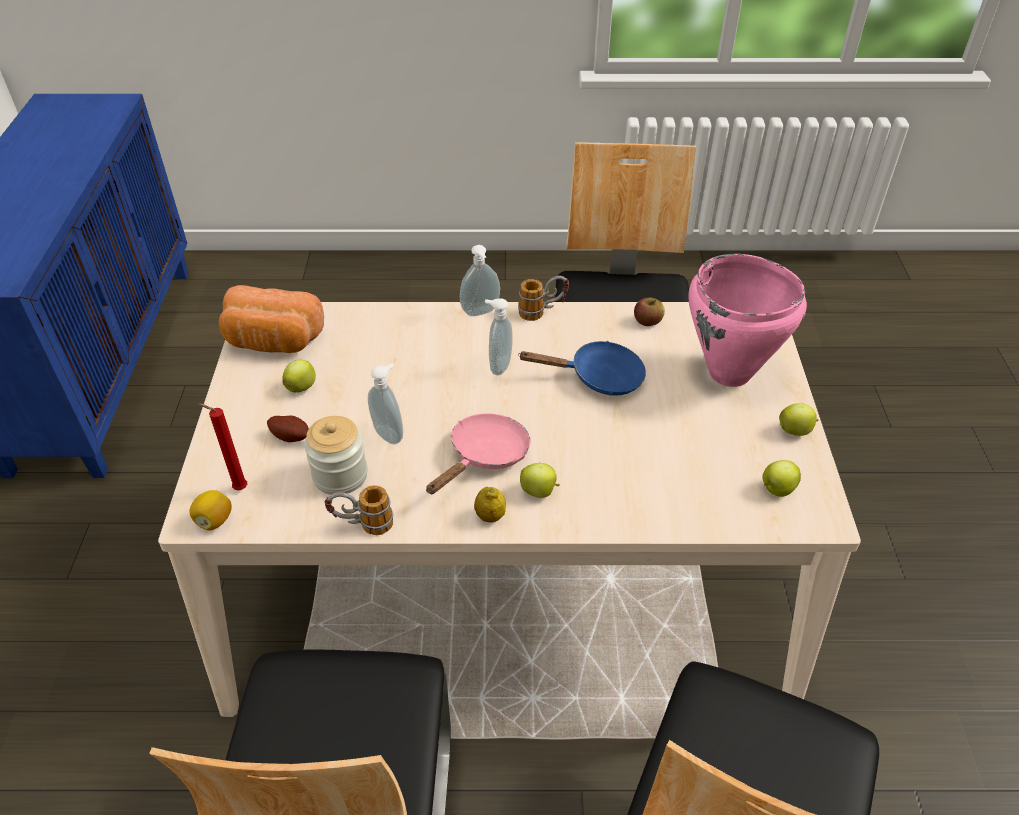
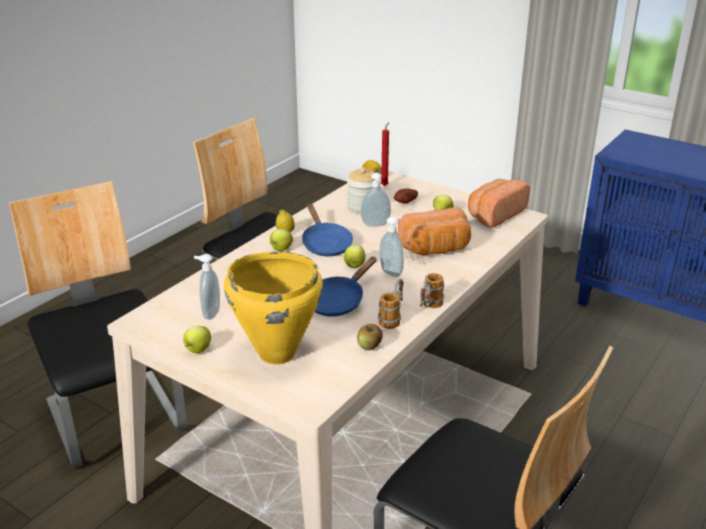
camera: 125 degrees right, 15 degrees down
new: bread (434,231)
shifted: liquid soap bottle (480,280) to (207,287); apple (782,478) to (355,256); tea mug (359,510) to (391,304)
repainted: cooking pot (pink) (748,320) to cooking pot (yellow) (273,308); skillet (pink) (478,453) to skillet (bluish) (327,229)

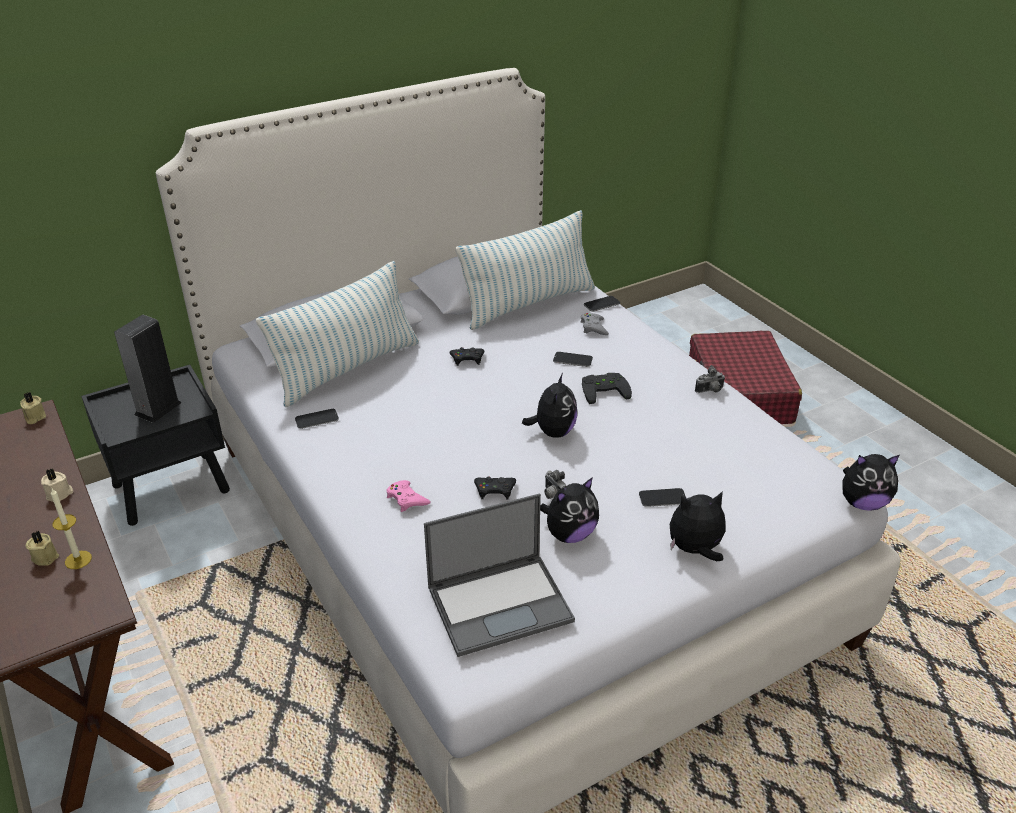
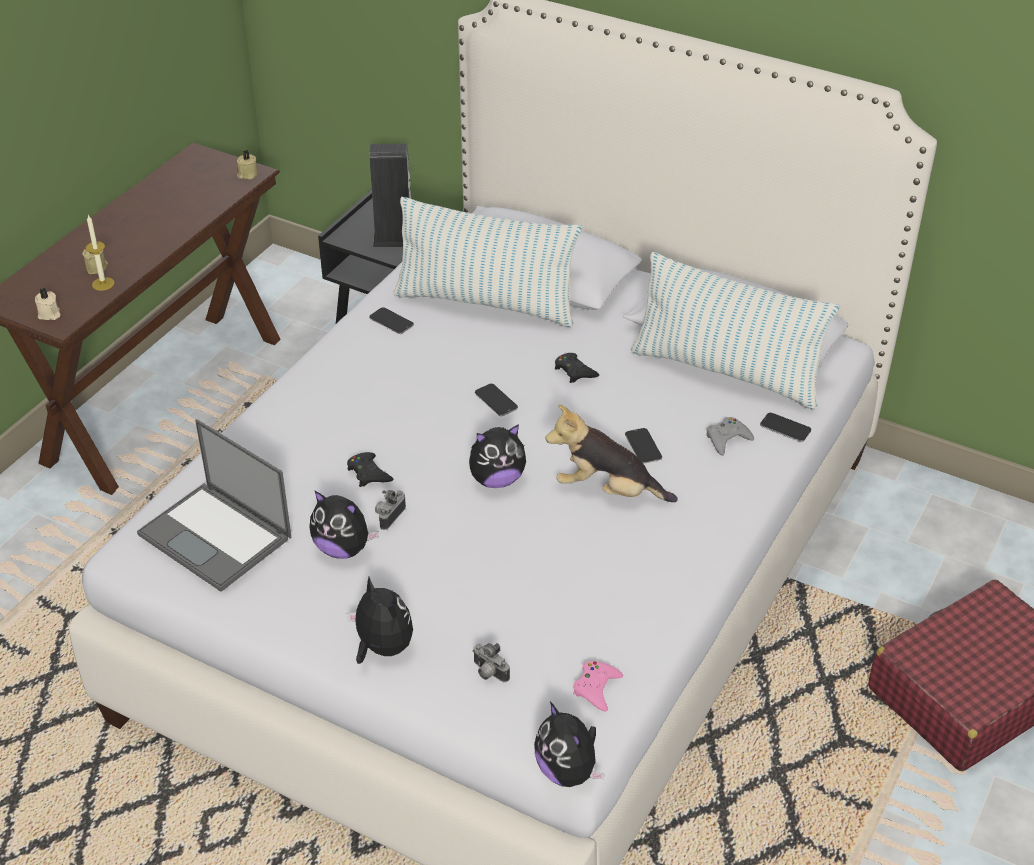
camera: 60 degrees right, 5 degrees up
shifted: wax light (beige-coloured) (57,485) to (47,304); still camera (710,379) to (491,662); phone (663,497) to (496,400); joypad (pink) (409,496) to (598,686)
swapped: joypad (black-coloured) (607,388) to soft toy (611,453)

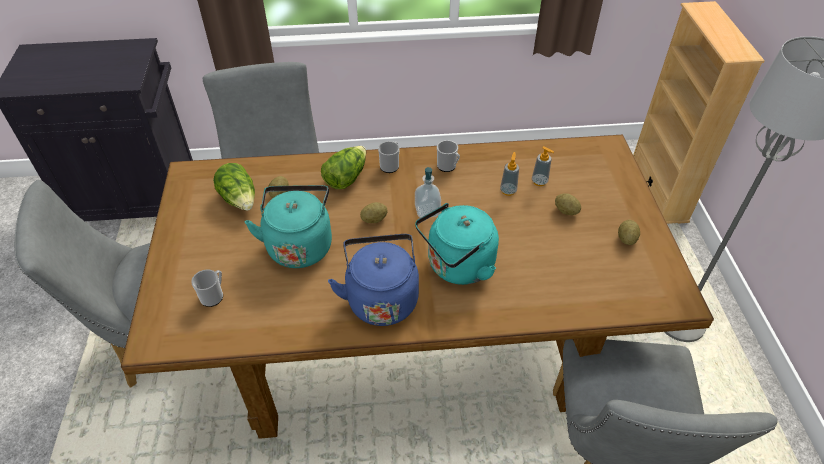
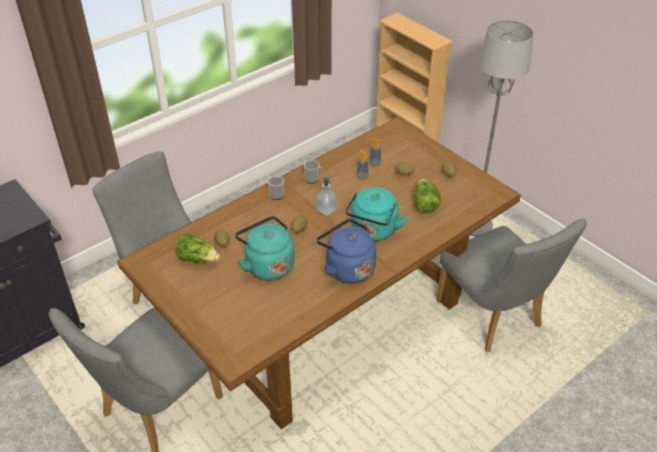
camera: 35 degrees left, 5 degrees down
gone: tea mug (207,288)
shifted: lettuce head (343,167) to (427,196)

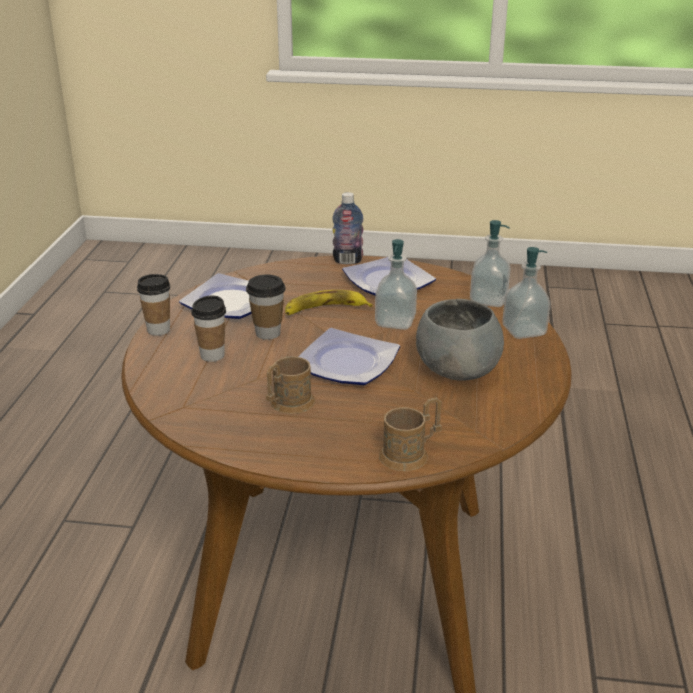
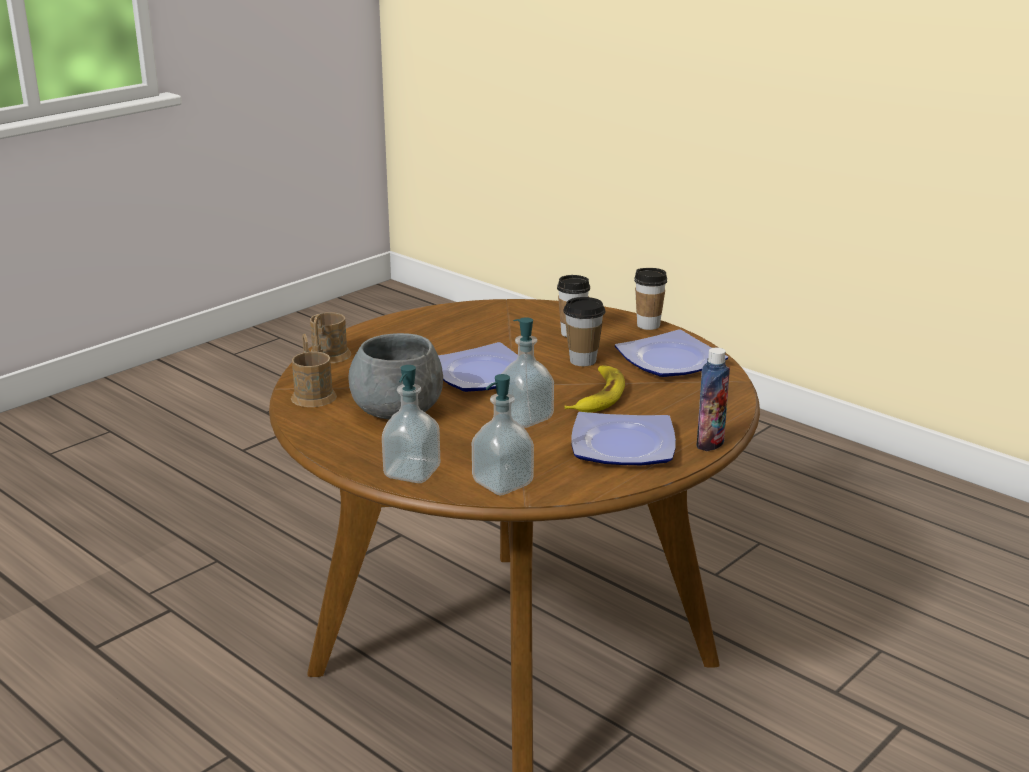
camera: 125 degrees right, 5 degrees down
shifted: tea mug (brown) (290,385) to (314,370)

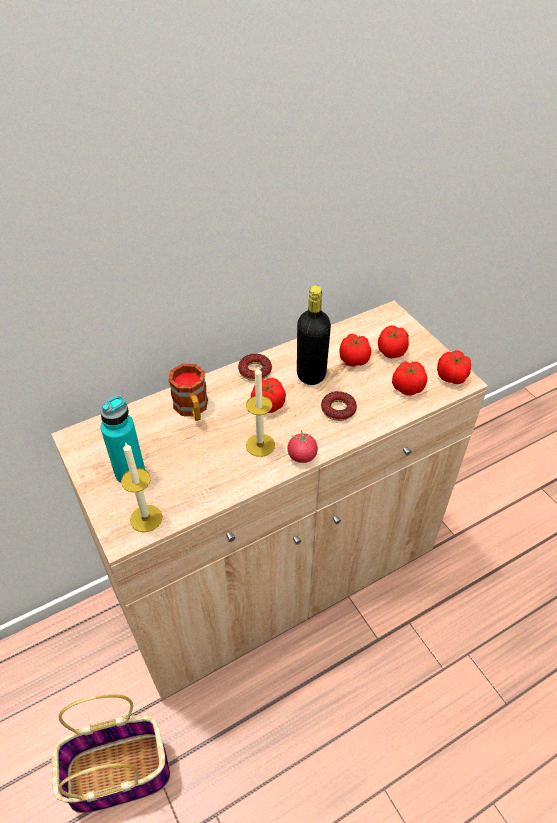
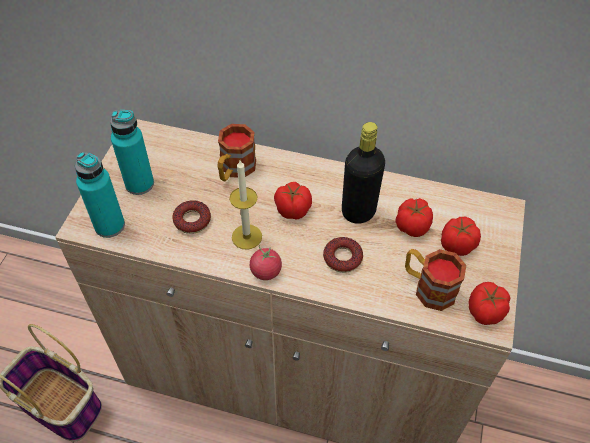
camera: 45 degrees right, 5 degrees up
shifted: donut (255,367) to (191,217)
swapped: wax light (142,487) to bottle (blue-green) (100,195); whole tomato (409,378) to tea mug (435,280)

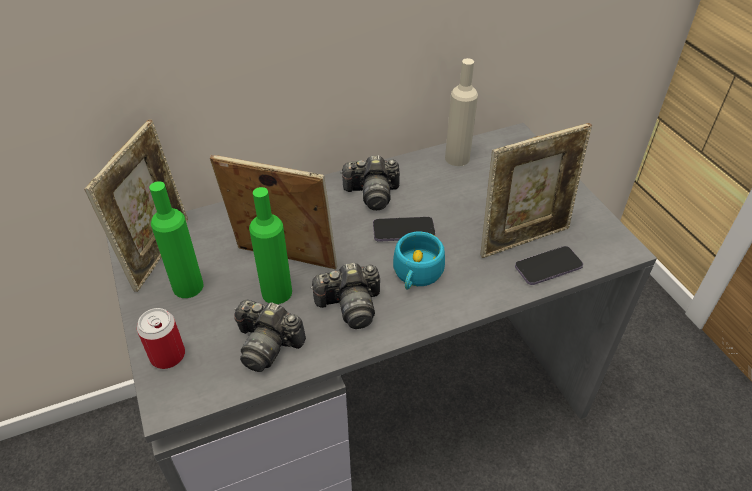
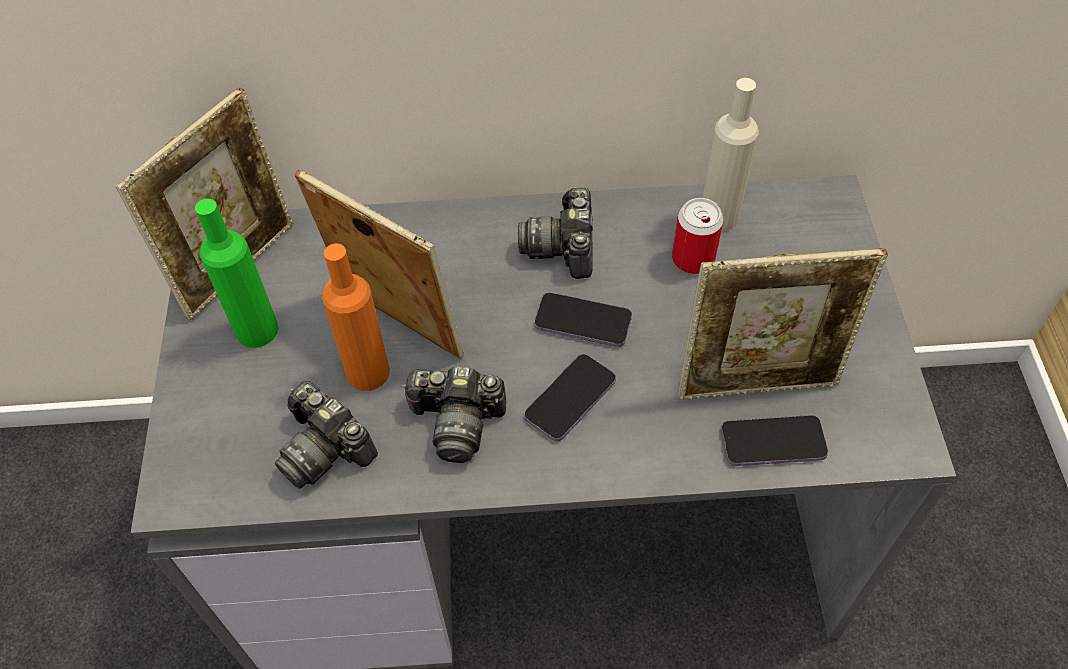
camera: 20 degrees right, 10 degrees up
shifted: metal can (161,338) to (698,236)
swapped: cup (blue-green) (419,261) to phone (570,397)
repainted: bottle (green) (270,245) to bottle (orangey) (356,317)
rotated: still camera (370,182) = (555,233) 75 degrees clockwise

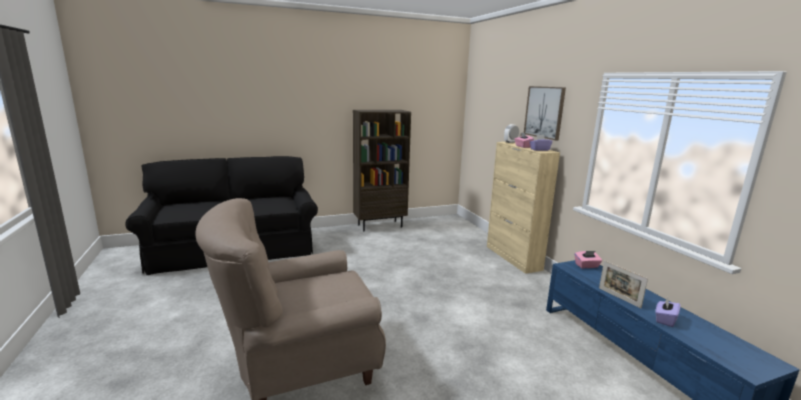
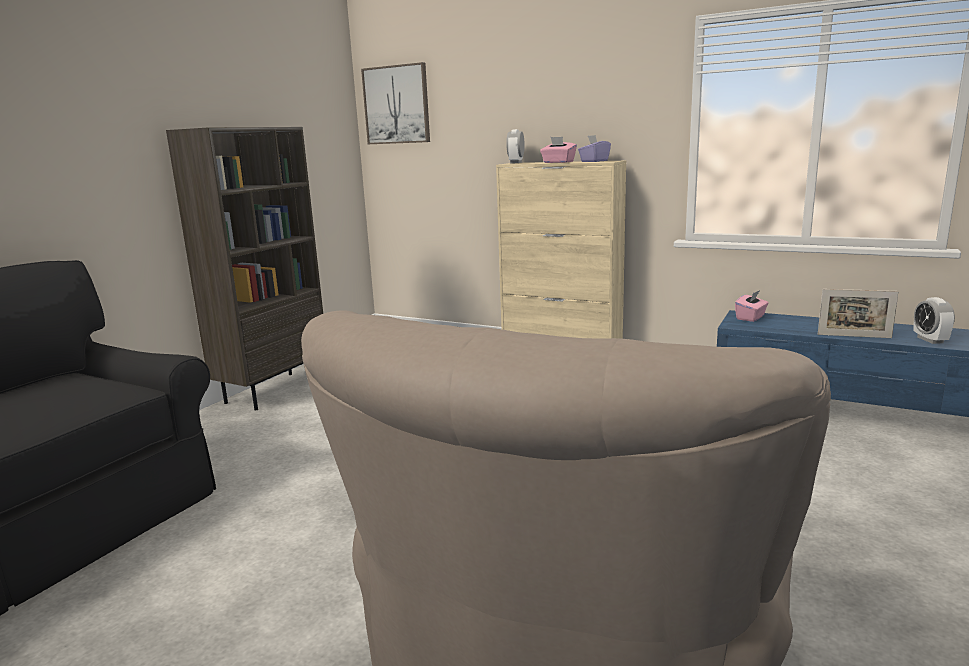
camera: 40 degrees left, 0 degrees up
shifted: wall picture (545,113) to (395,103)
swapped: tissue holder (purple) (668,312) to bedside clock (934,320)

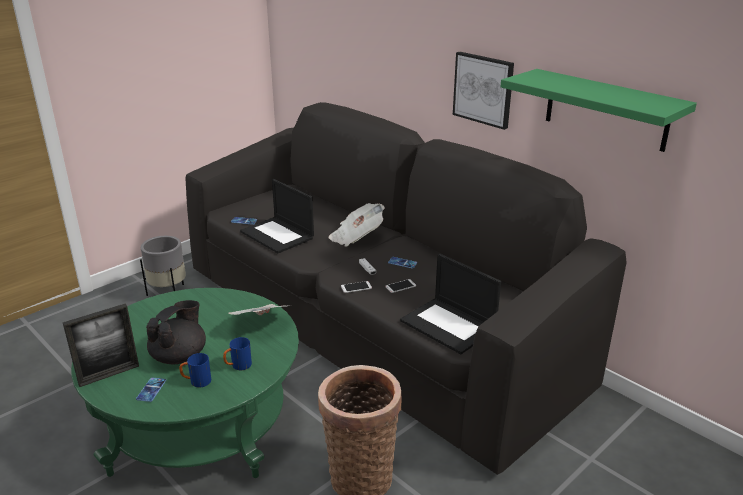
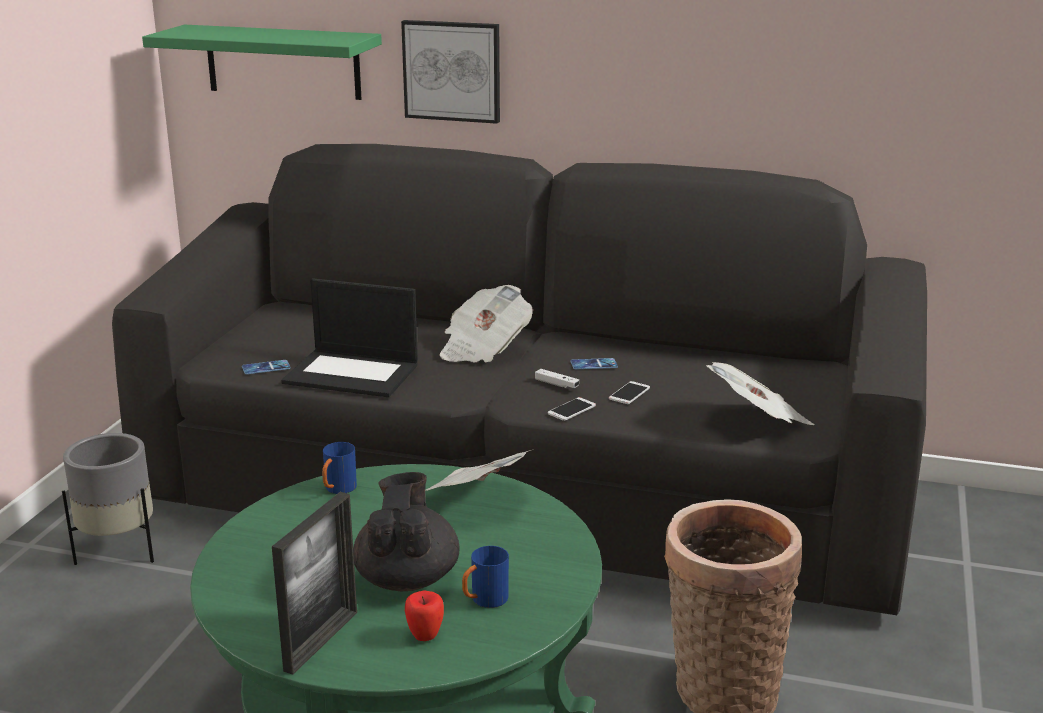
camera: 30 degrees left, 5 degrees down
shifted: wall shelf (green) (598,110) to (262,62); tea mug (bluish) (237,353) to (339,468); wall picture (483,91) to (450,72)
swapped: phone (151,389) to apple (424,615); laptop (450,304) to daily paper (760,393)

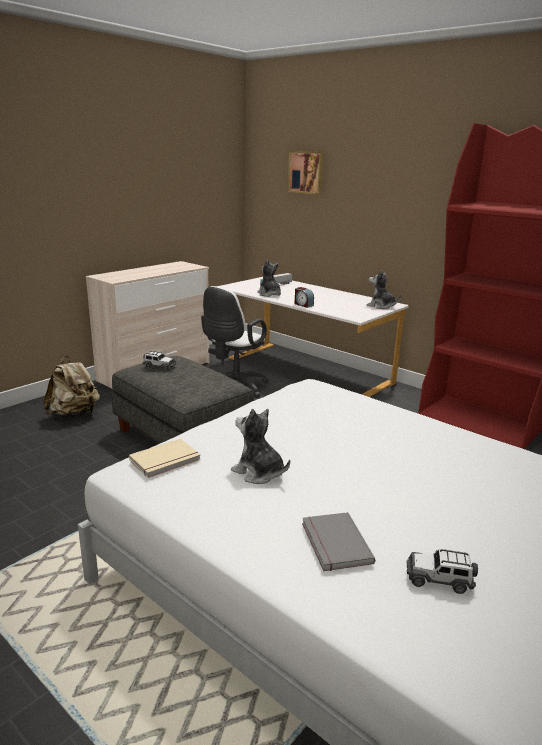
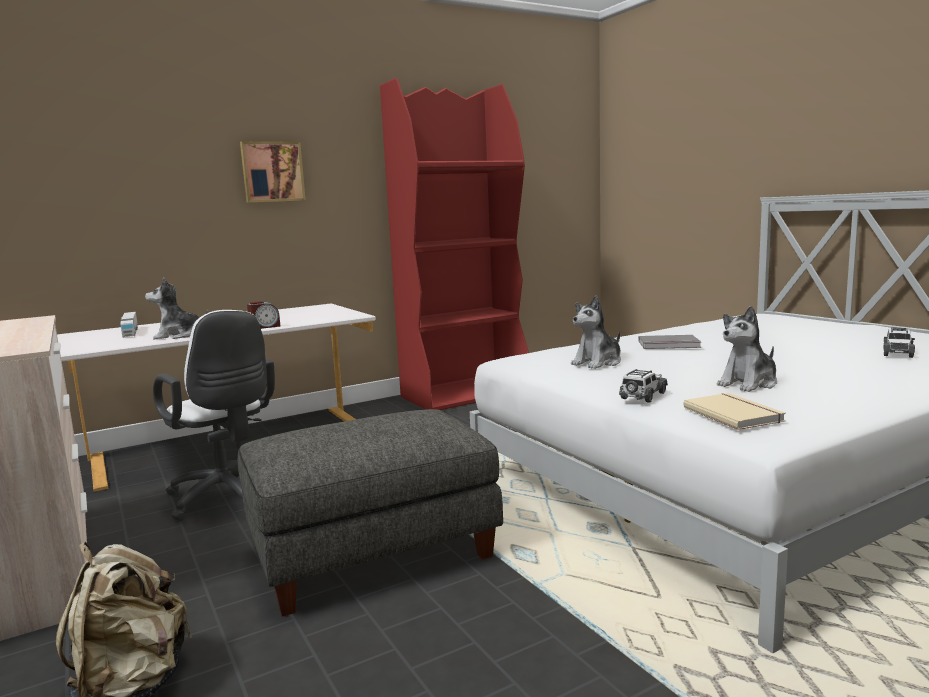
camera: 70 degrees left, 10 degrees down
shifted: wall picture (306,173) to (273,172); soft toy (384,289) to (596,332); miniature car (159,361) to (643,386); bound book (gray) (338,541) to (669,342)

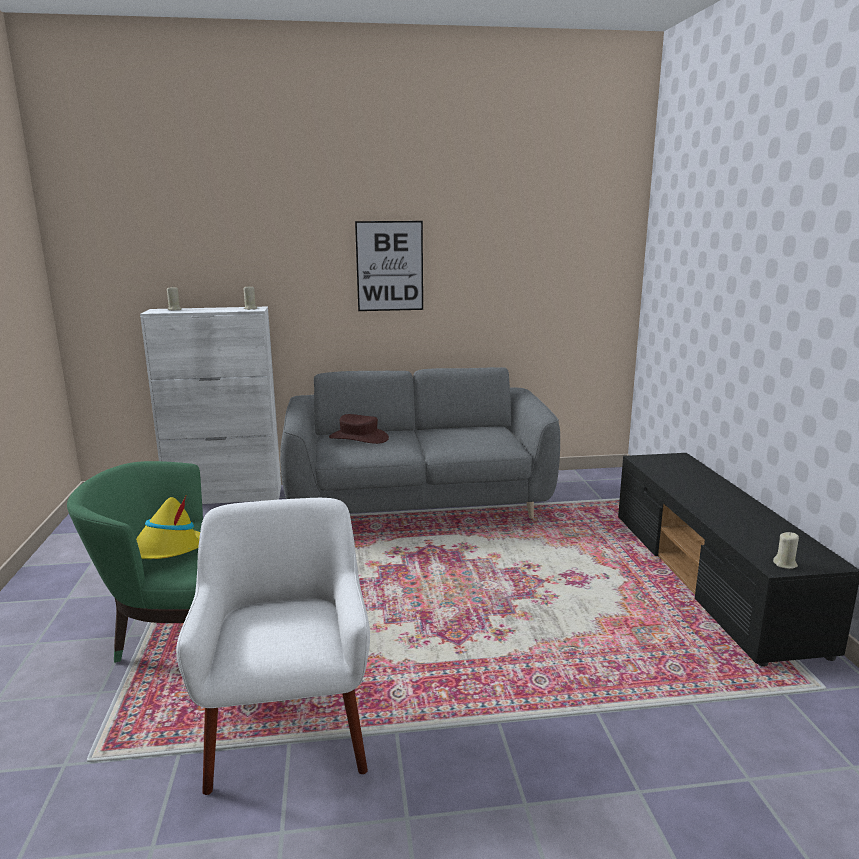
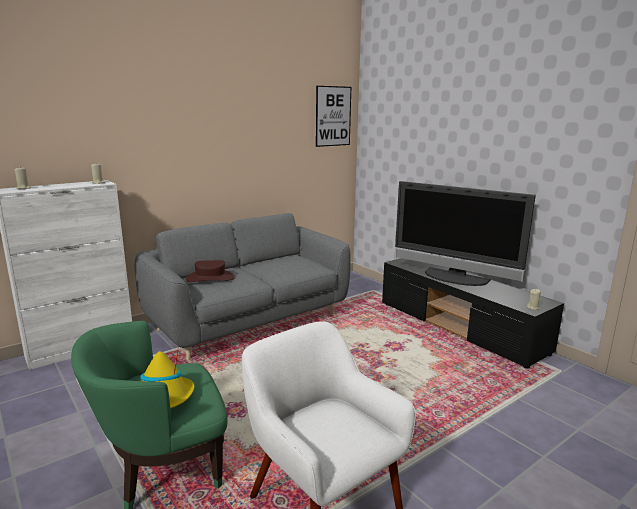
camera: 30 degrees left, 0 degrees up
new: television (465,233)
shifted: wall picture (389,266) to (333,116)

